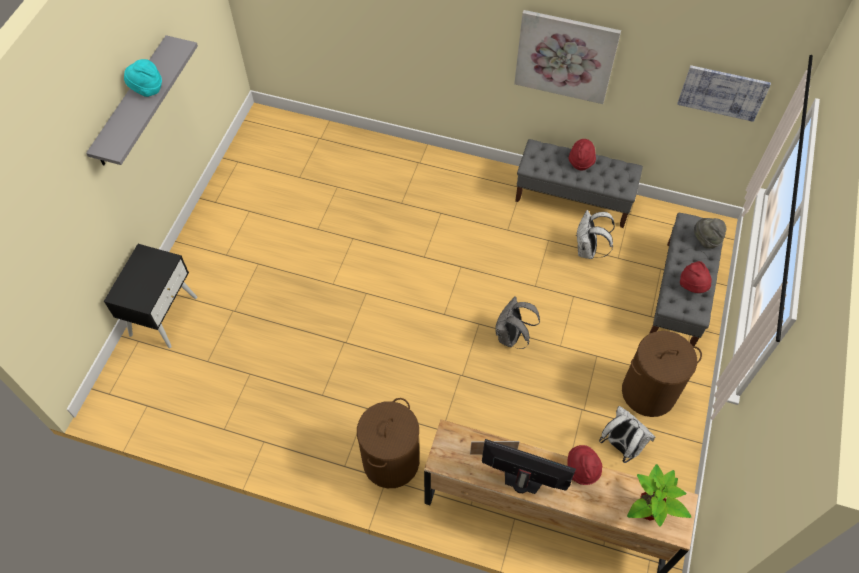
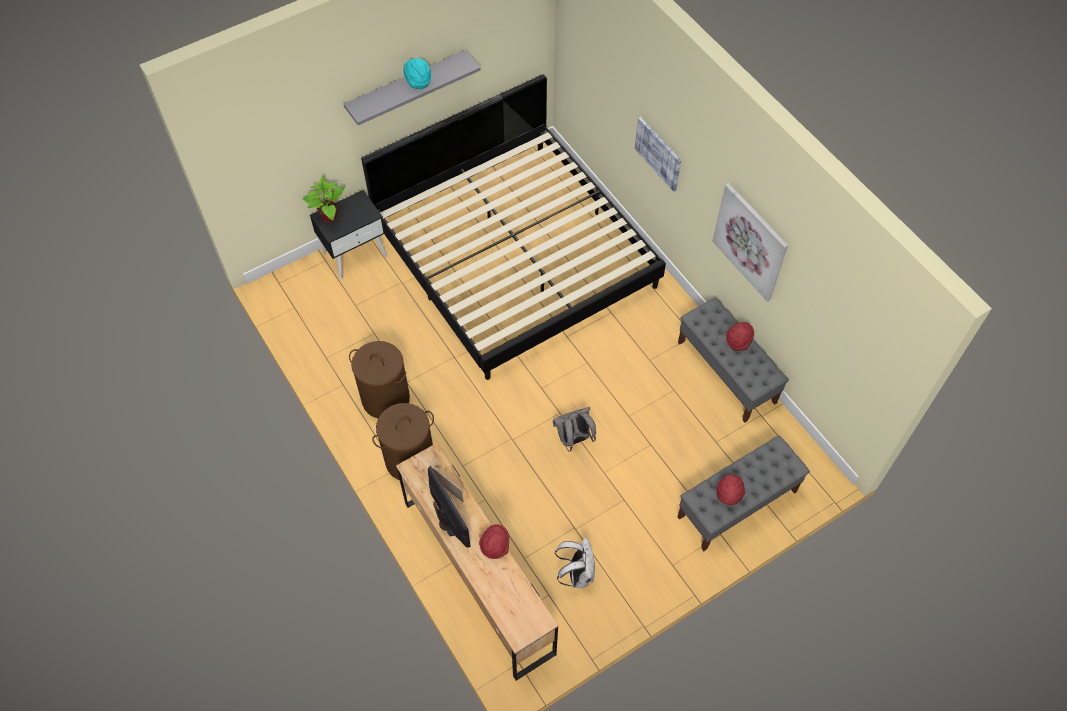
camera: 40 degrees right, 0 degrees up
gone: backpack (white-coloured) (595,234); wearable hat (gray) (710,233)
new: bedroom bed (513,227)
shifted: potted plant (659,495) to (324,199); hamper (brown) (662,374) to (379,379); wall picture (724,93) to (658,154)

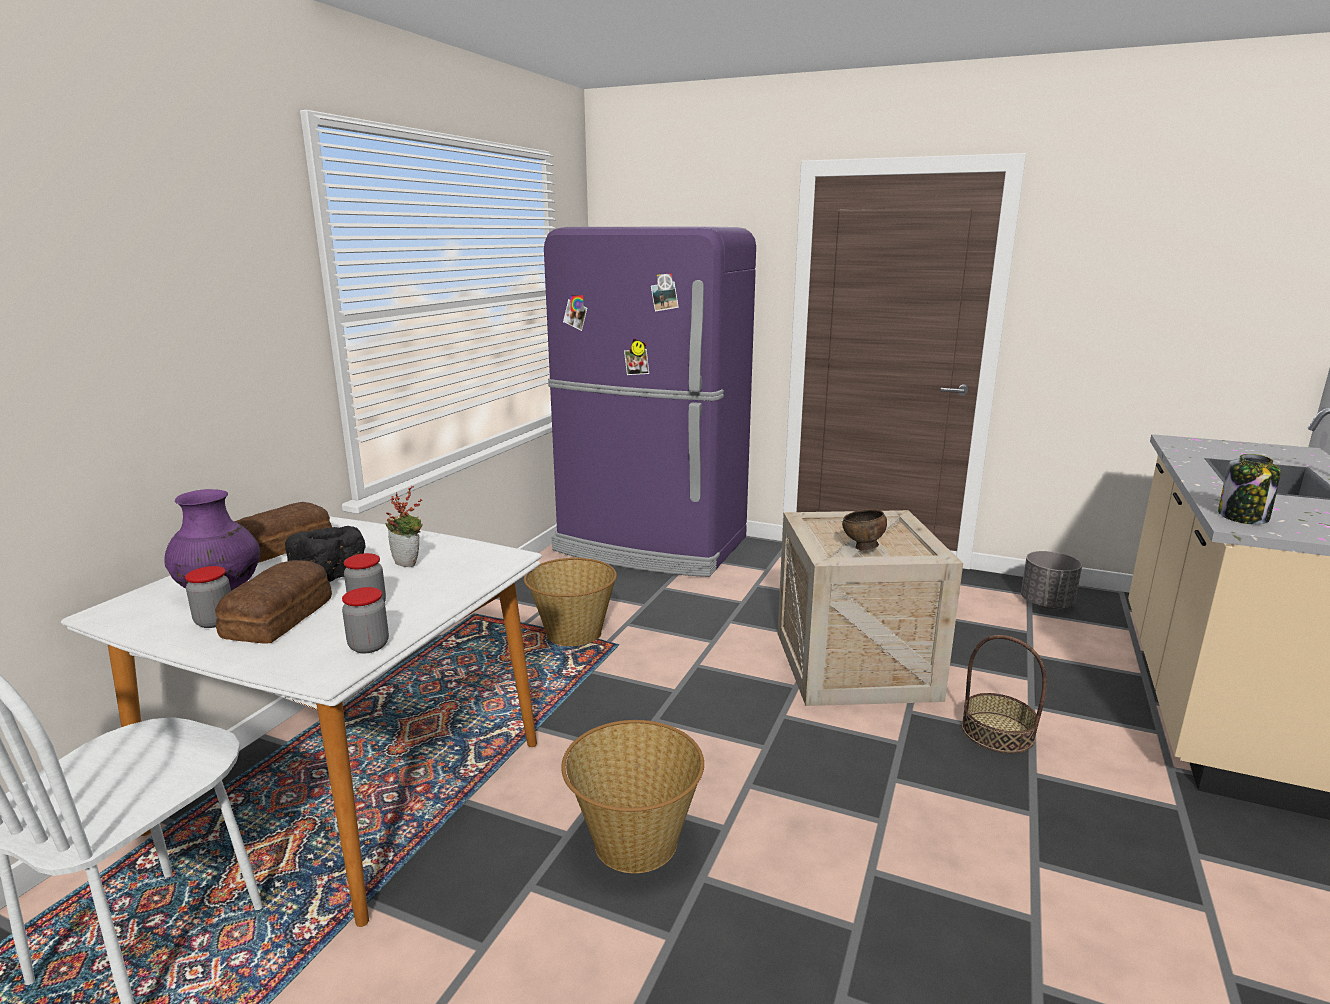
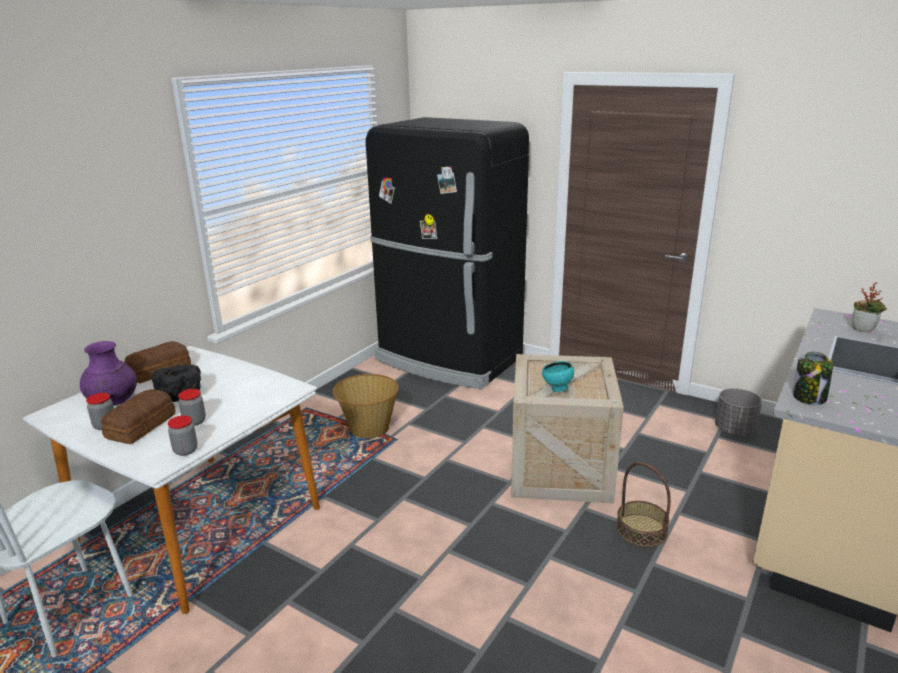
camera: 10 degrees right, 5 degrees up
gone: household basket (632,796)
shifted: potted plant (404,526) to (869,307)
repainted: refrigerator (purple) (650,401) to refrigerator (black-coloured) (447,253); deep dish (brown) (864,529) to deep dish (blue-green) (558,376)

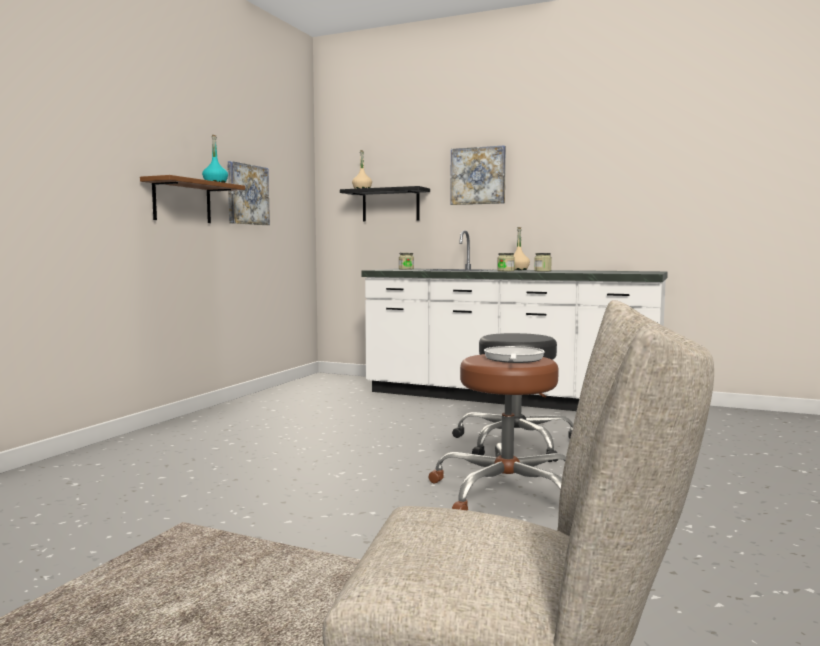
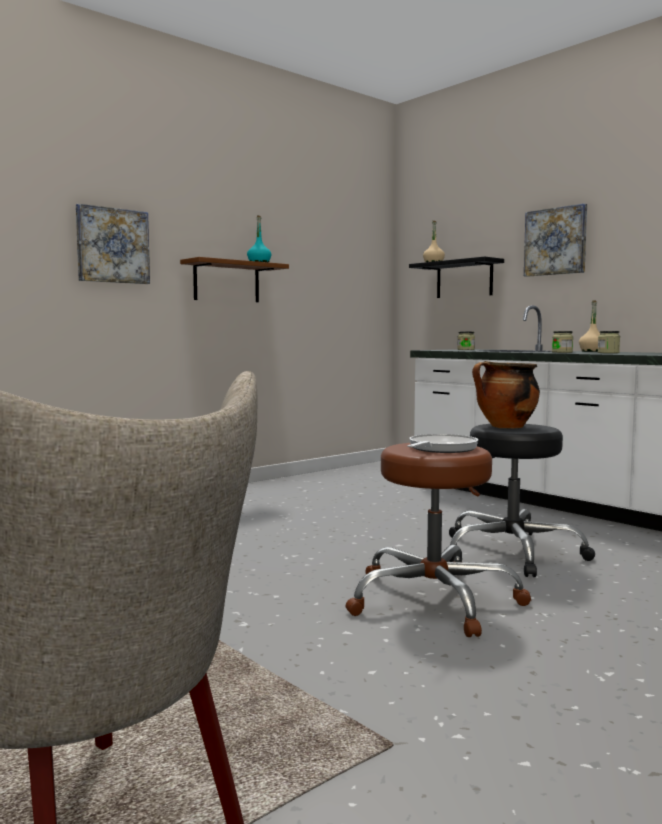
camera: 25 degrees right, 0 degrees up
new: cooking pot (506,394)
shifted: wall picture (248,193) to (113,244)

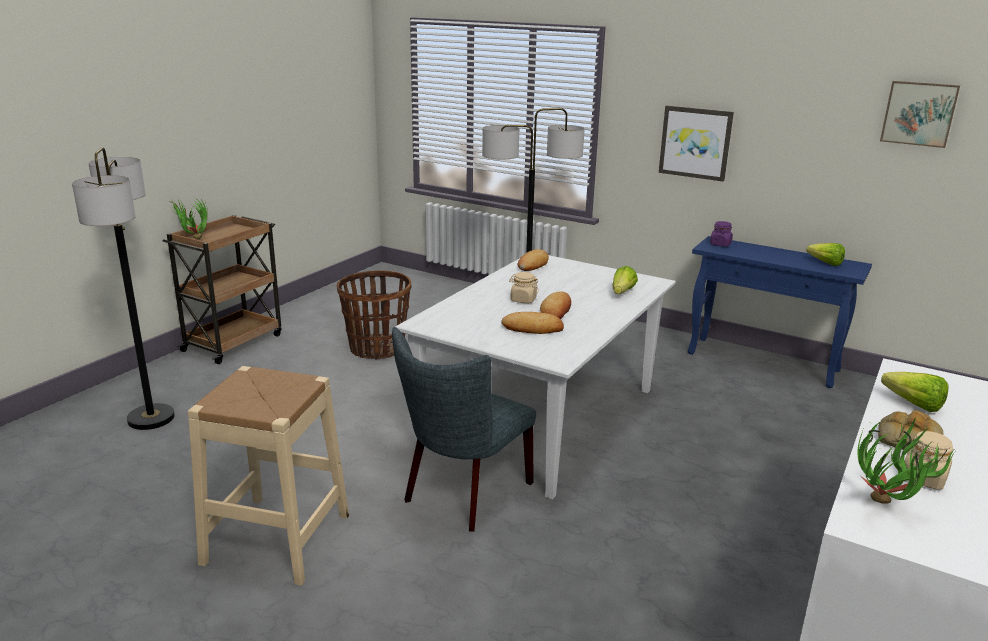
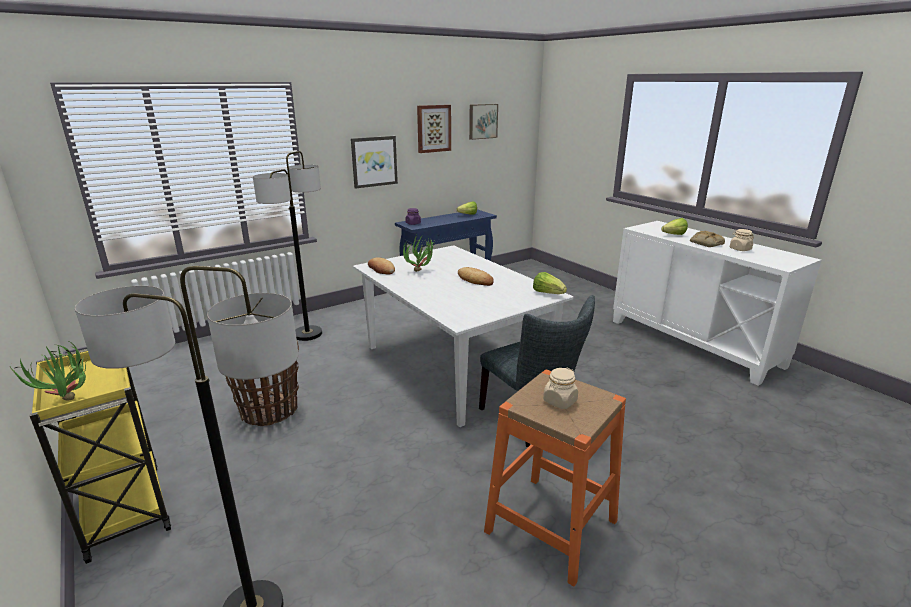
camera: 65 degrees left, 0 degrees up
gone: bread (532,323)
new: wall picture (434,129)
shifted: potted plant (906,460) to (418,252); lettuce head (625,280) to (550,283); jar (beige-coloured) (524,287) to (560,388)
repainted: cart (brown) (222,289) to cart (yellow) (100,456); stool seat (beige-coloured) (268,476) to stool seat (orangey) (555,477)

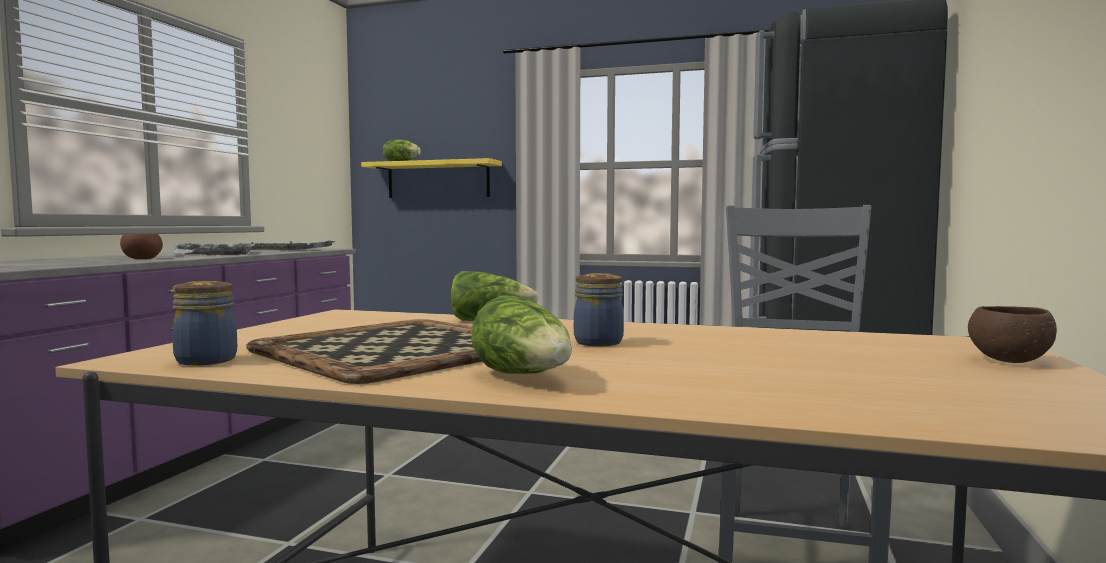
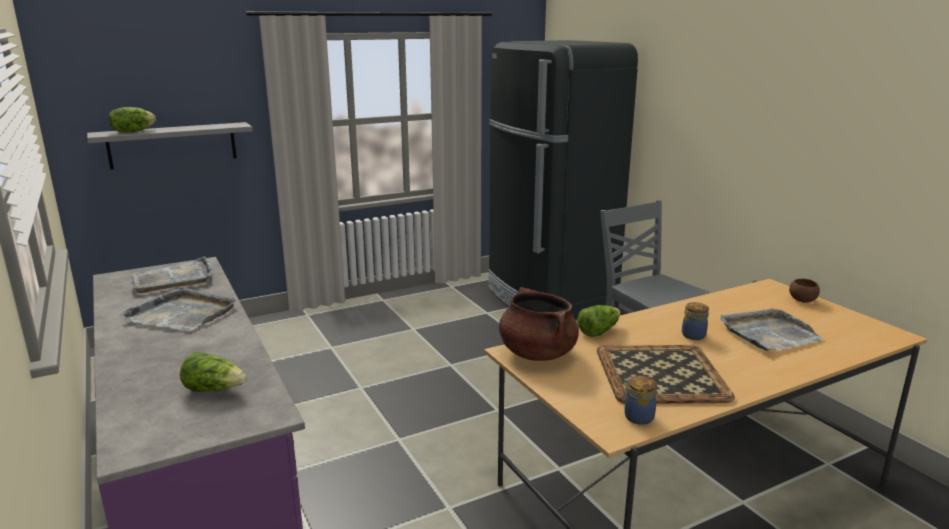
camera: 45 degrees left, 15 degrees up
gone: deep dish (brown) (141,246)
new: cooking pot (brown) (539,324); tray (gray) (772,329)
shifted: lettuce head (521,335) to (213,372)
repainted: wall shelf (yellow) (431,178) to wall shelf (gray) (170,146)

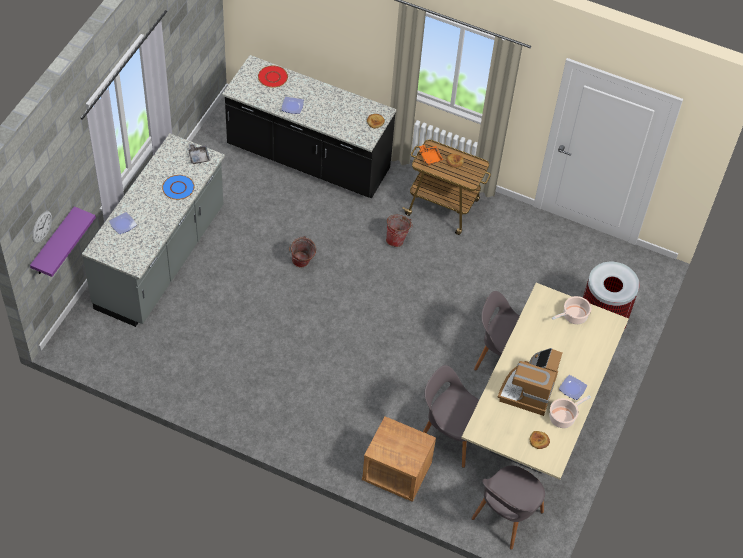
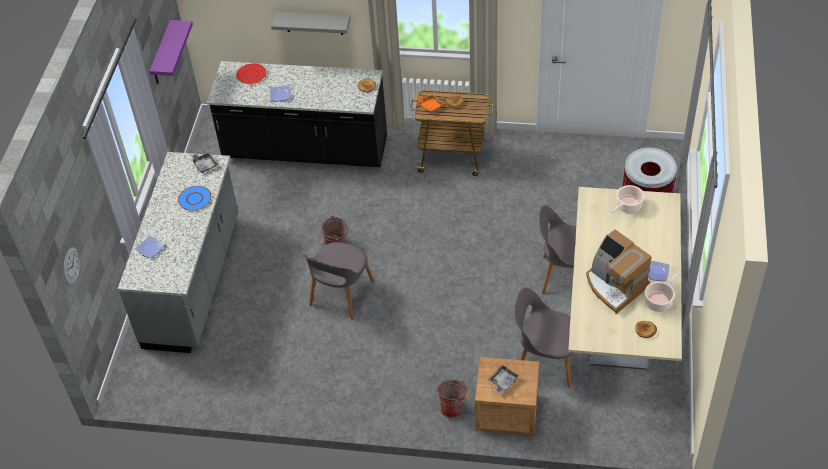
camera: 10 degrees left, 5 degrees down
new: wall shelf (gray) (311,23); tray (gray) (503,379)
shifted: wall shelf (purple) (63,242) to (171,52); plain chair (gray) (508,508) to (338,281); bucket (399,231) to (452,398)
rotated: coffee brewer (529,382) = (618,271) 45 degrees counterclockwise

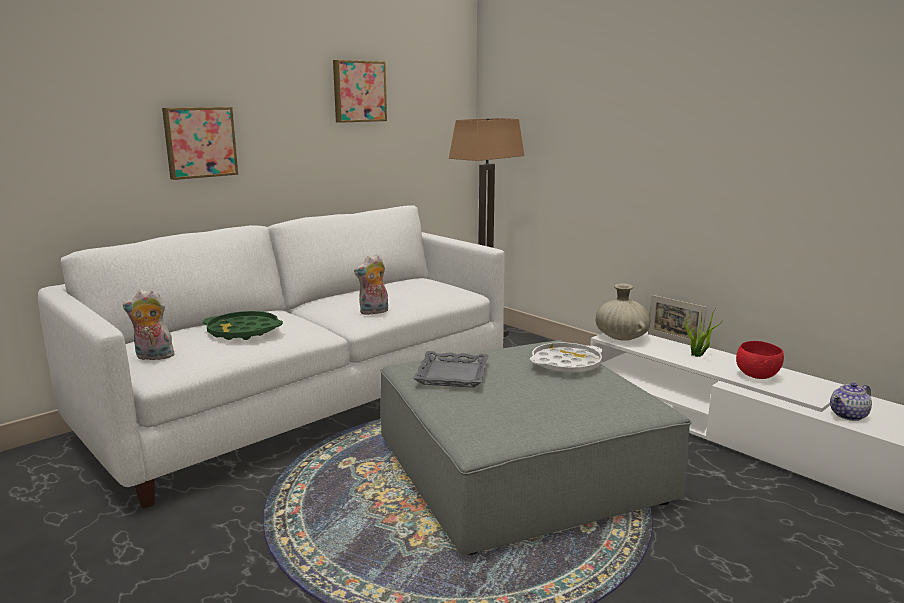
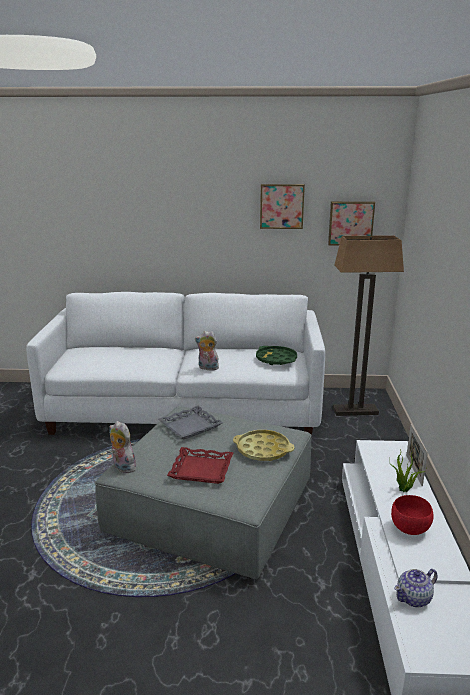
camera: 45 degrees right, 5 degrees up
gone: flower vase (beige-coloured) (623,312)
new: tray (red-coloured) (200,465)
shifted: soft toy (148,324) to (122,447); tray (green) (243,325) to (276,355); wall picture (200,143) to (351,223)
repainted: tray (white-coloured) (566,358) to tray (yellow) (264,445)
rotated: pot for tea (851,402) = (415,588) 45 degrees counterclockwise

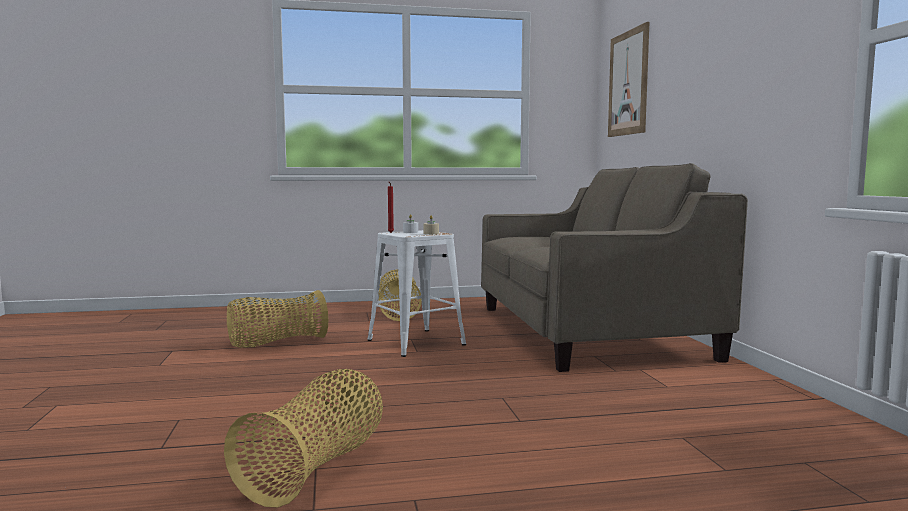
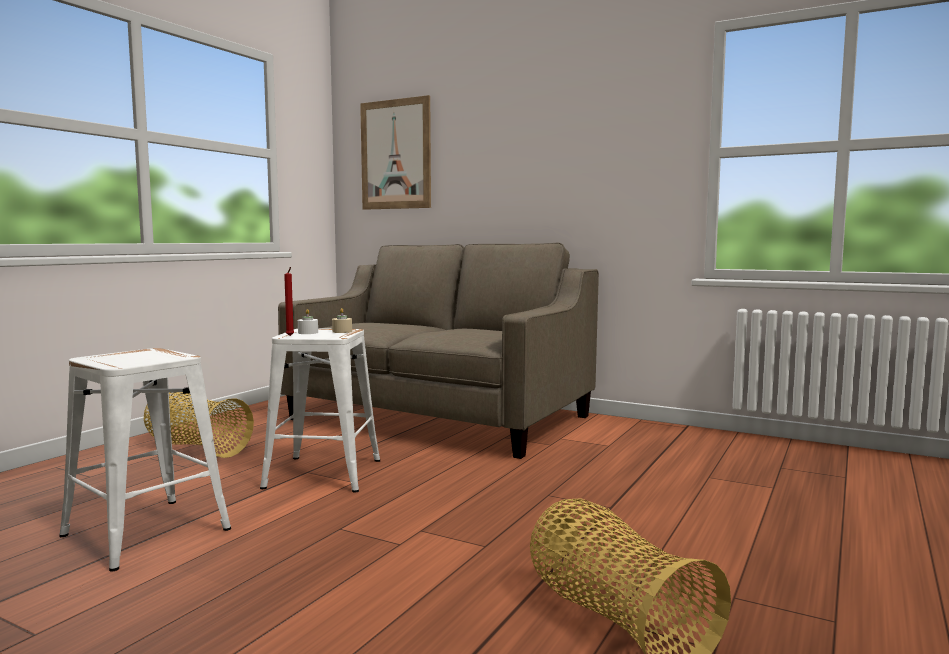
camera: 50 degrees left, 0 degrees up
swapped: household basket (277,319) to stool seat (white-coloured) (145,459)

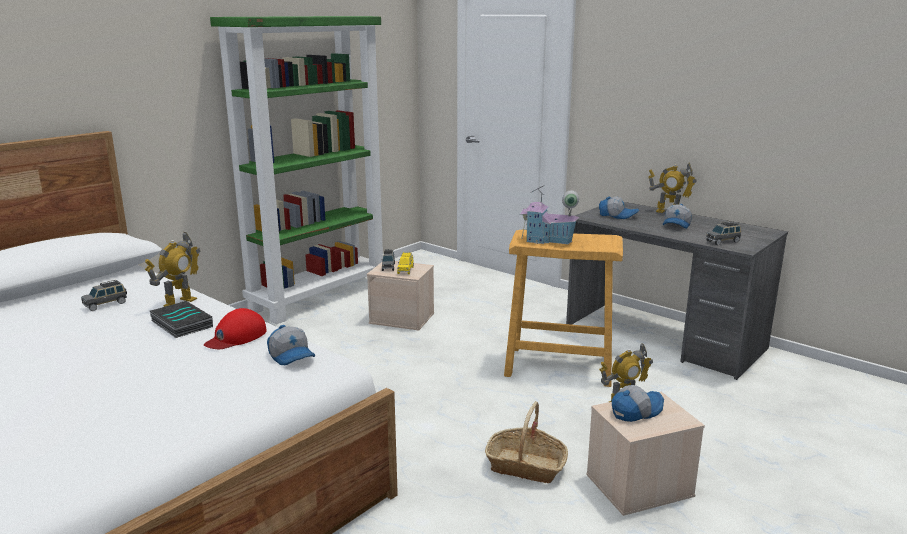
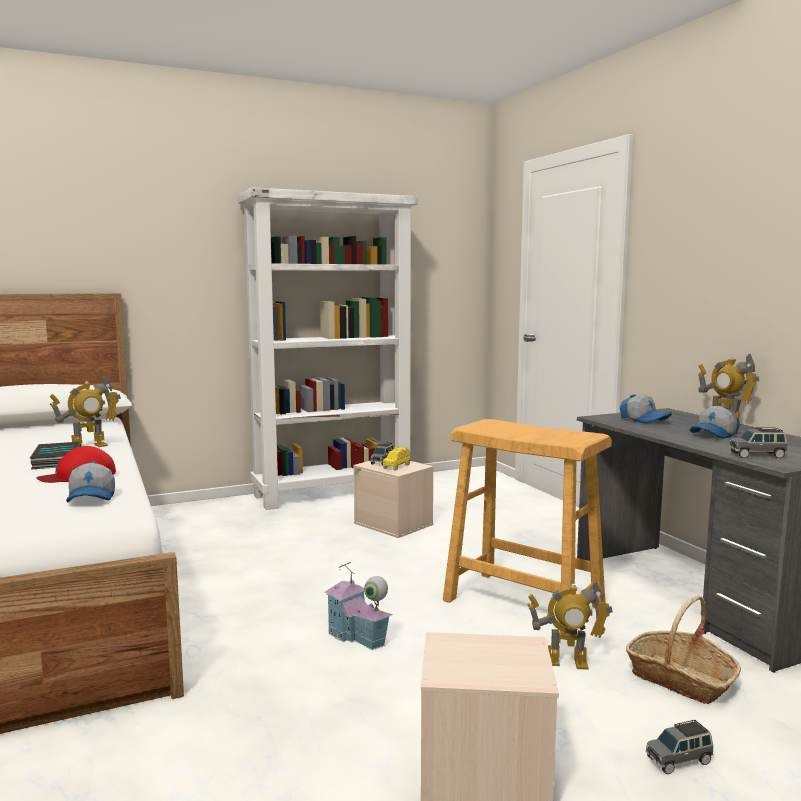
camera: 25 degrees right, 10 degrees down
gone: baseball cap (638,403)
shifted: miniature house (550,214) to (358,606); household basket (526,442) to (683,650); miniature car (gray) (104,295) to (679,747)
repainted: shelving unit (green) (296,170) to shelving unit (white-coloured) (327,348)

